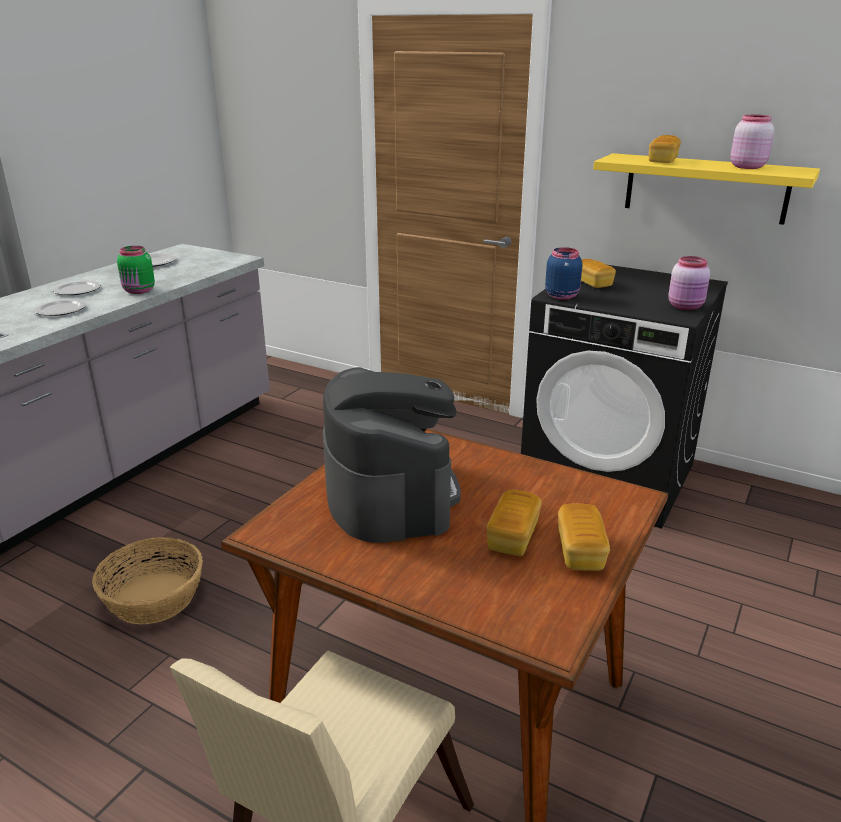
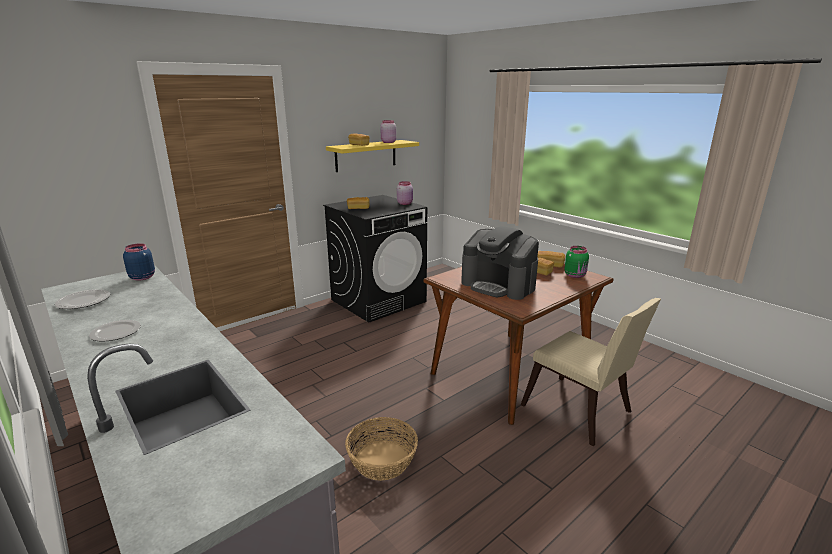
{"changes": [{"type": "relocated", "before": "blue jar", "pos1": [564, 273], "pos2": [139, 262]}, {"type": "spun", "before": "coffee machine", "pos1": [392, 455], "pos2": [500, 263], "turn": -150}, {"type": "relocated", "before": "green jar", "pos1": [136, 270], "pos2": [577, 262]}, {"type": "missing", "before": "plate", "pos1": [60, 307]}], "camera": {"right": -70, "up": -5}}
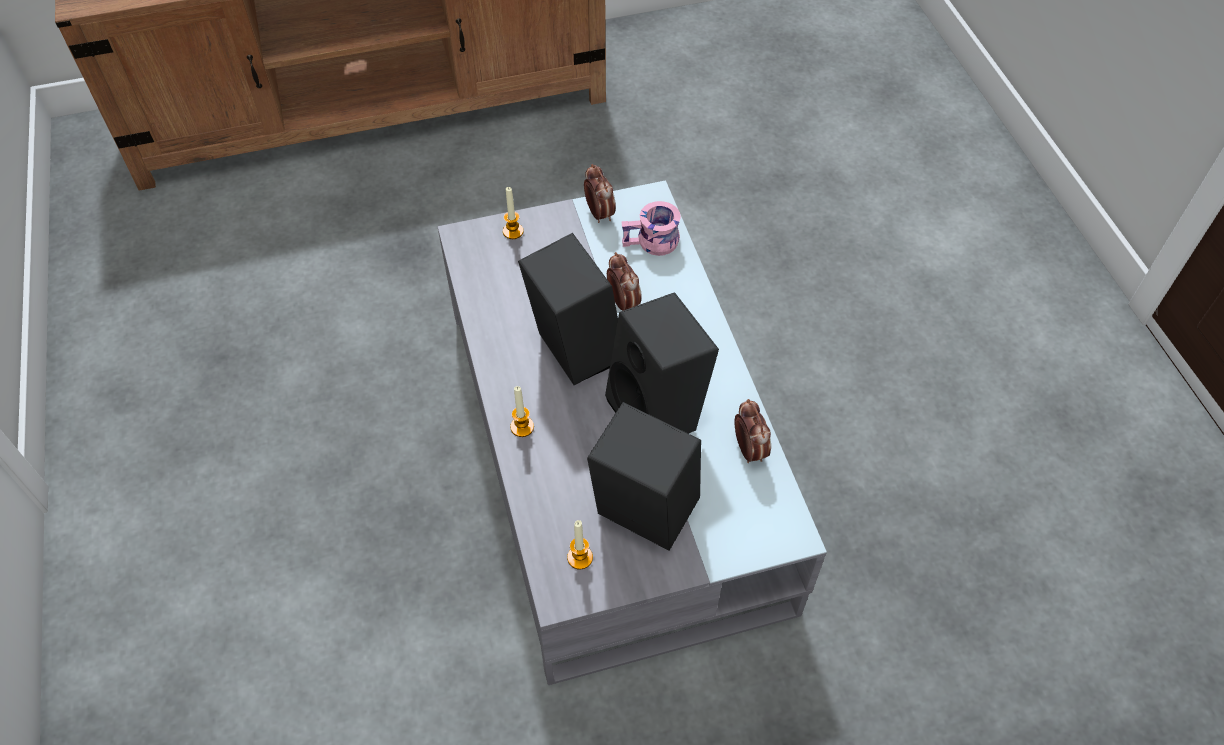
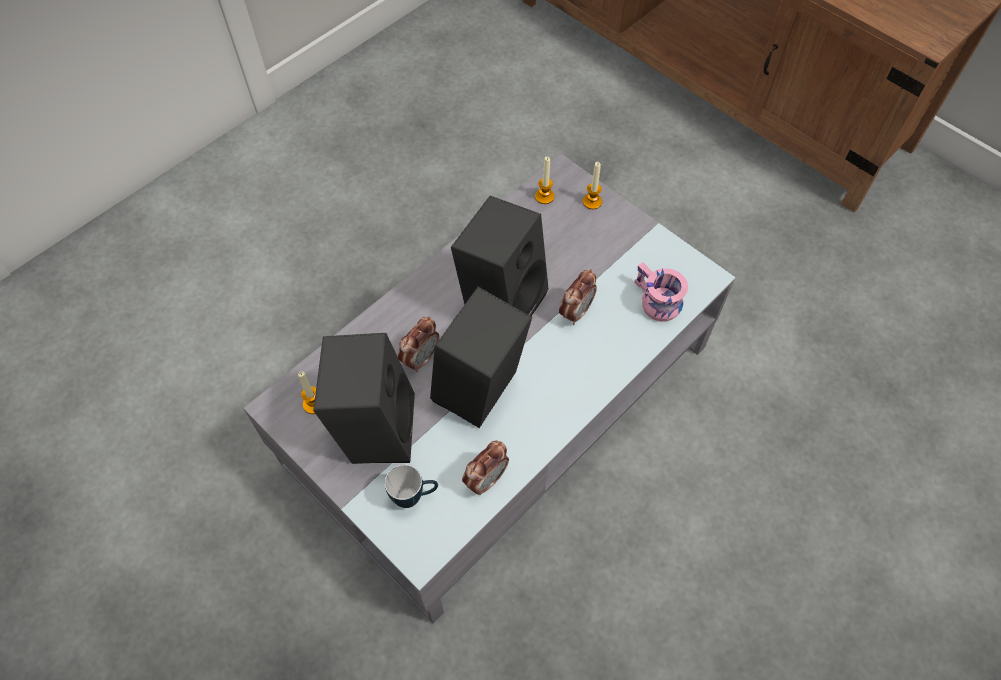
{"changes": [{"type": "appeared", "after": "mug", "pos2": [411, 486]}, {"type": "relocated", "before": "alarm clock", "pos1": [600, 193], "pos2": [418, 344]}, {"type": "relocated", "before": "candle", "pos1": [522, 411], "pos2": [544, 180]}], "camera": {"right": 60, "up": 5}}
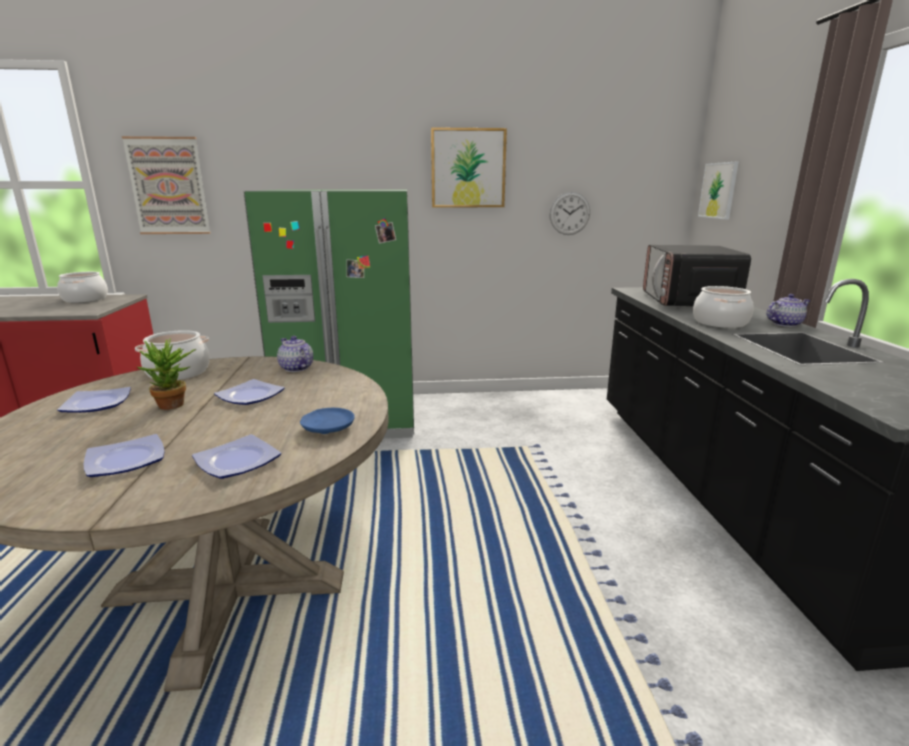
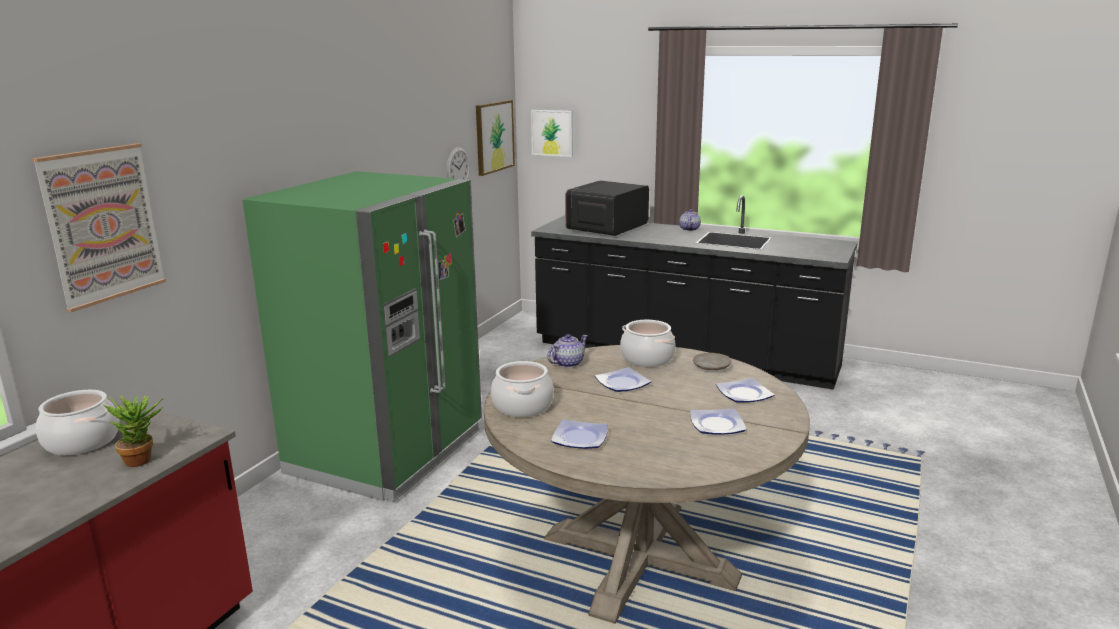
{"changes": [{"type": "relocated", "before": "potted plant", "pos1": [166, 374], "pos2": [133, 431]}, {"type": "relocated", "before": "picture", "pos1": [469, 167], "pos2": [495, 138]}, {"type": "spun", "before": "teapot", "pos1": [295, 354], "pos2": [567, 351], "turn": 150}, {"type": "spun", "before": "microwave", "pos1": [697, 276], "pos2": [607, 208], "turn": 90}, {"type": "relocated", "before": "cooking pot", "pos1": [723, 307], "pos2": [648, 343]}, {"type": "colour", "before": "blue plate", "after": "beige plate", "pos1": [327, 421], "pos2": [712, 361]}], "camera": {"right": -60, "up": 0}}
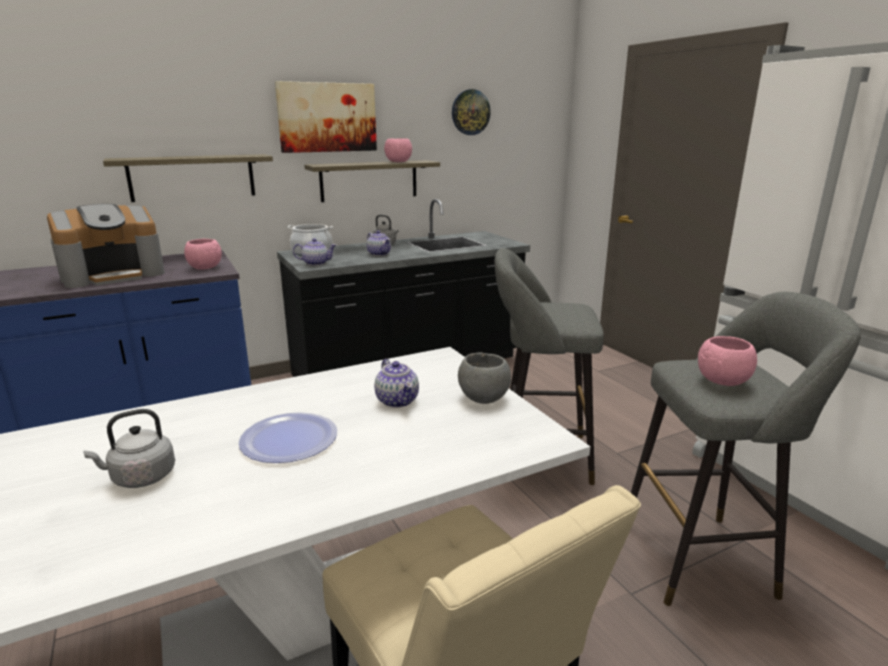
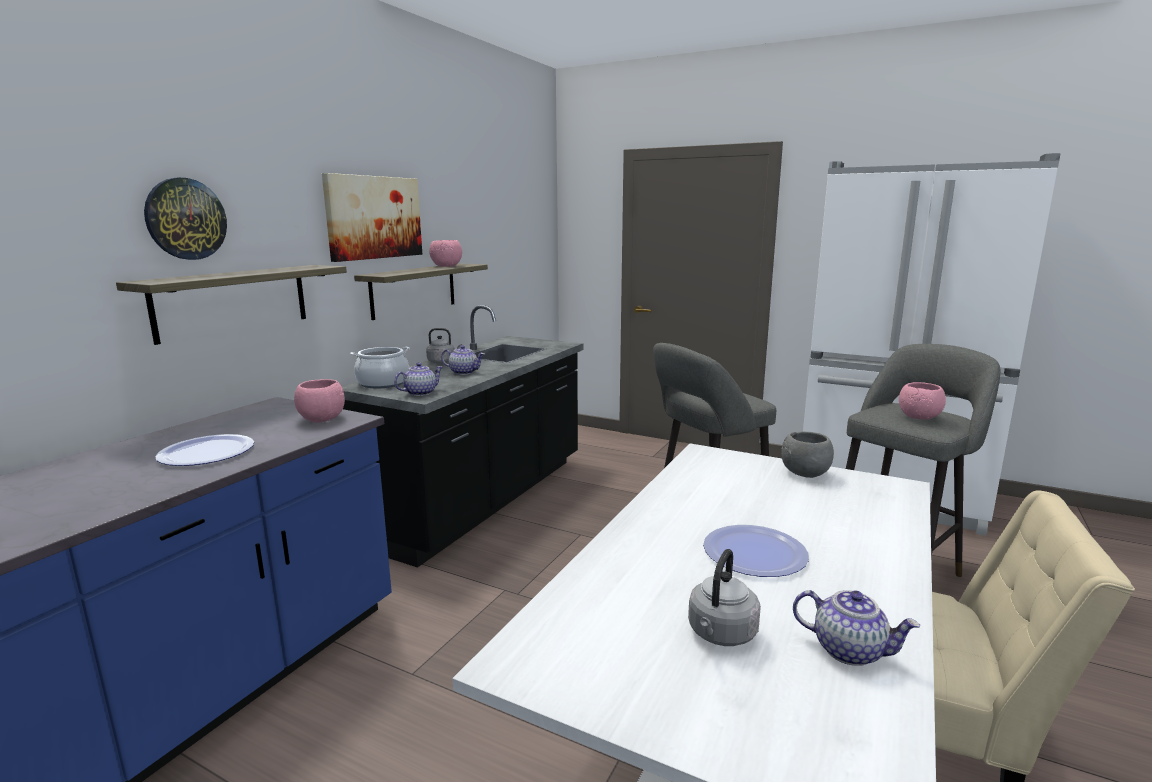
{"changes": [{"type": "relocated", "before": "wall clock", "pos1": [471, 112], "pos2": [185, 219]}, {"type": "exchanged", "before": "coffee machine", "after": "plate", "pos1": [106, 246], "pos2": [204, 450]}, {"type": "relocated", "before": "teapot", "pos1": [396, 383], "pos2": [856, 628]}], "camera": {"right": -35, "up": -5}}
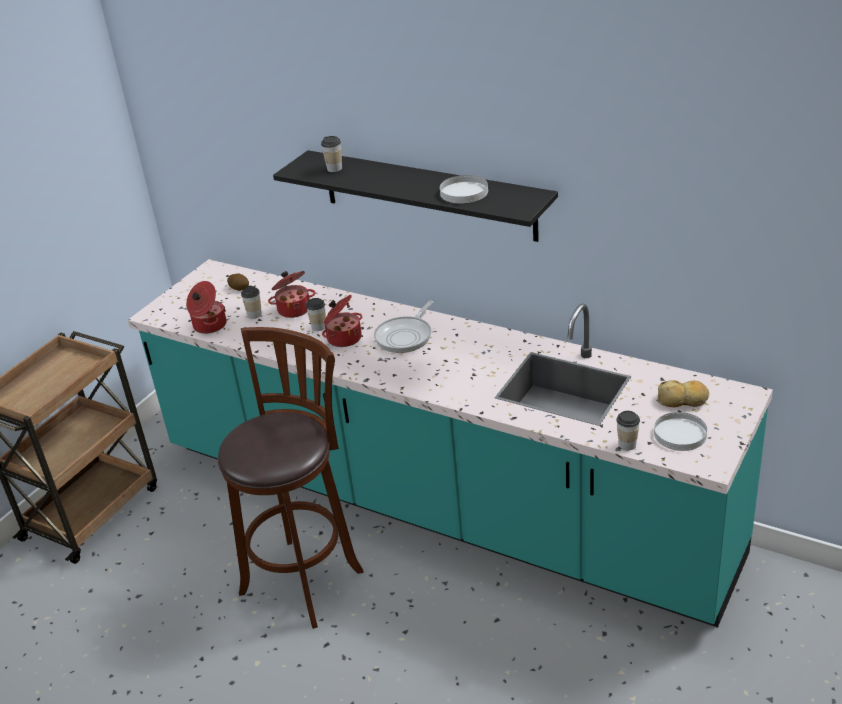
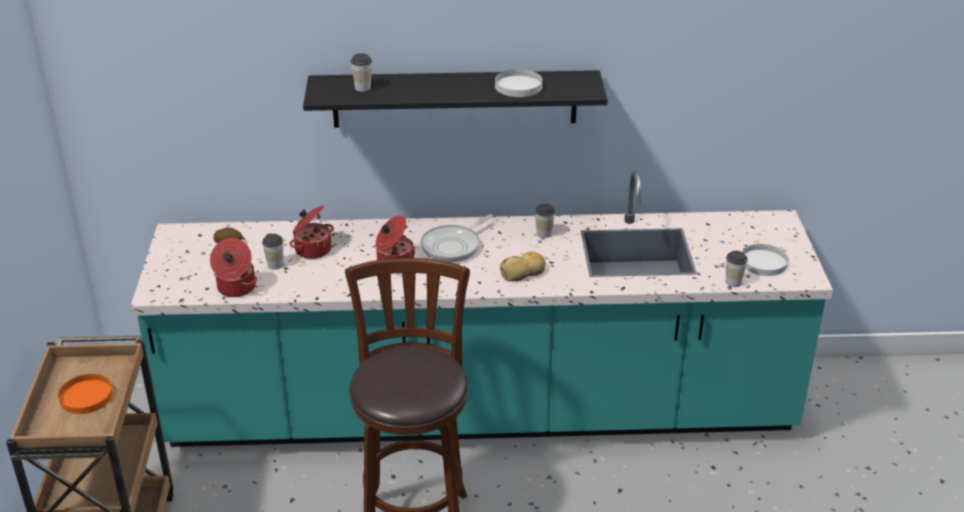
{"changes": [{"type": "appeared", "after": "orange plate", "pos2": [85, 394]}, {"type": "spun", "before": "frying pan", "pos1": [403, 327], "pos2": [457, 238], "turn": 45}, {"type": "relocated", "before": "bread", "pos1": [683, 393], "pos2": [523, 266]}, {"type": "relocated", "before": "cup", "pos1": [316, 314], "pos2": [545, 221]}], "camera": {"right": -35, "up": 0}}
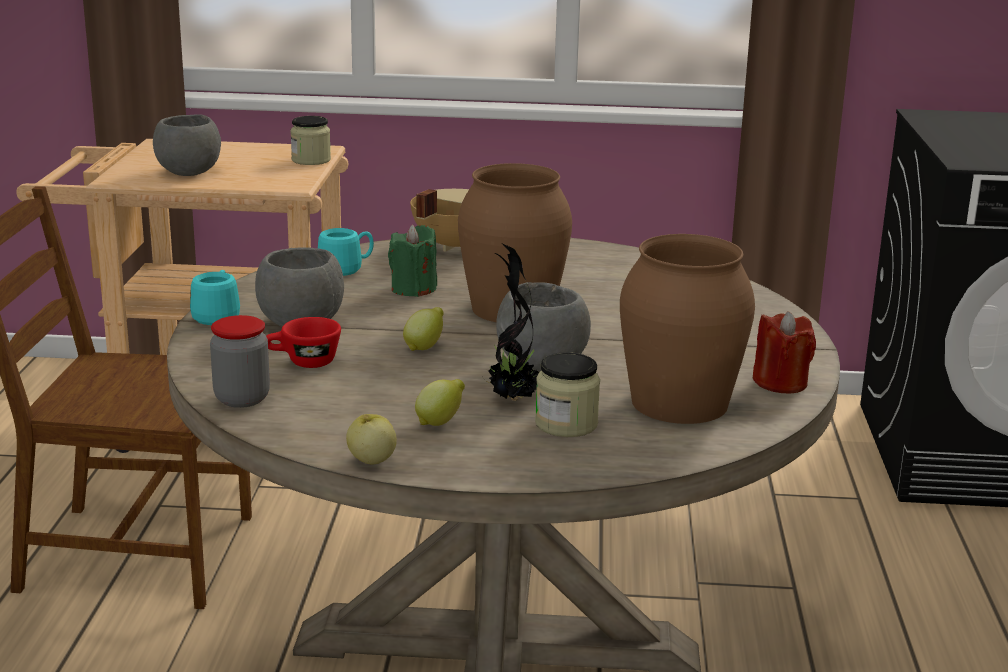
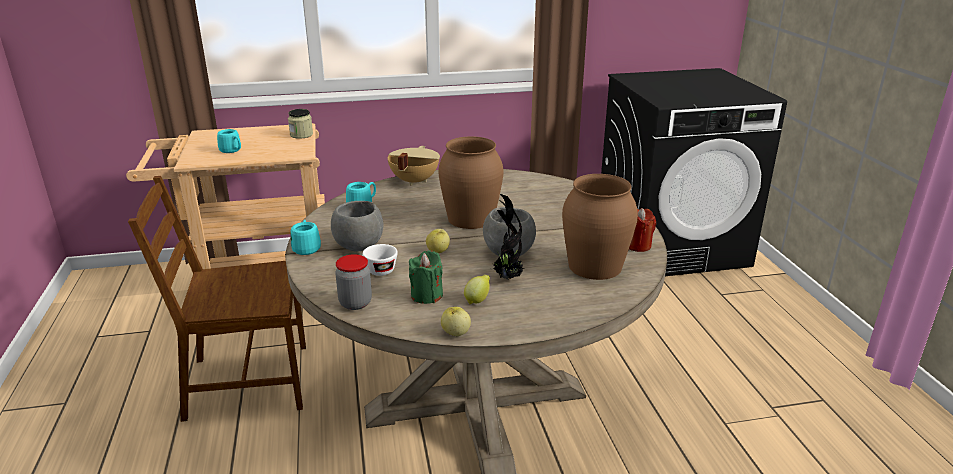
{"changes": [{"type": "exchanged", "before": "grey bowl", "after": "turquoise mug", "pos1": [187, 145], "pos2": [229, 141]}, {"type": "colour", "before": "red cup", "after": "white cup", "pos1": [303, 342], "pos2": [380, 260]}, {"type": "relocated", "before": "green candle", "pos1": [412, 261], "pos2": [426, 277]}, {"type": "exchanged", "before": "lemon", "after": "apple", "pos1": [423, 329], "pos2": [438, 241]}, {"type": "missing", "before": "jar", "pos1": [567, 394]}], "camera": {"right": -15, "up": 5}}
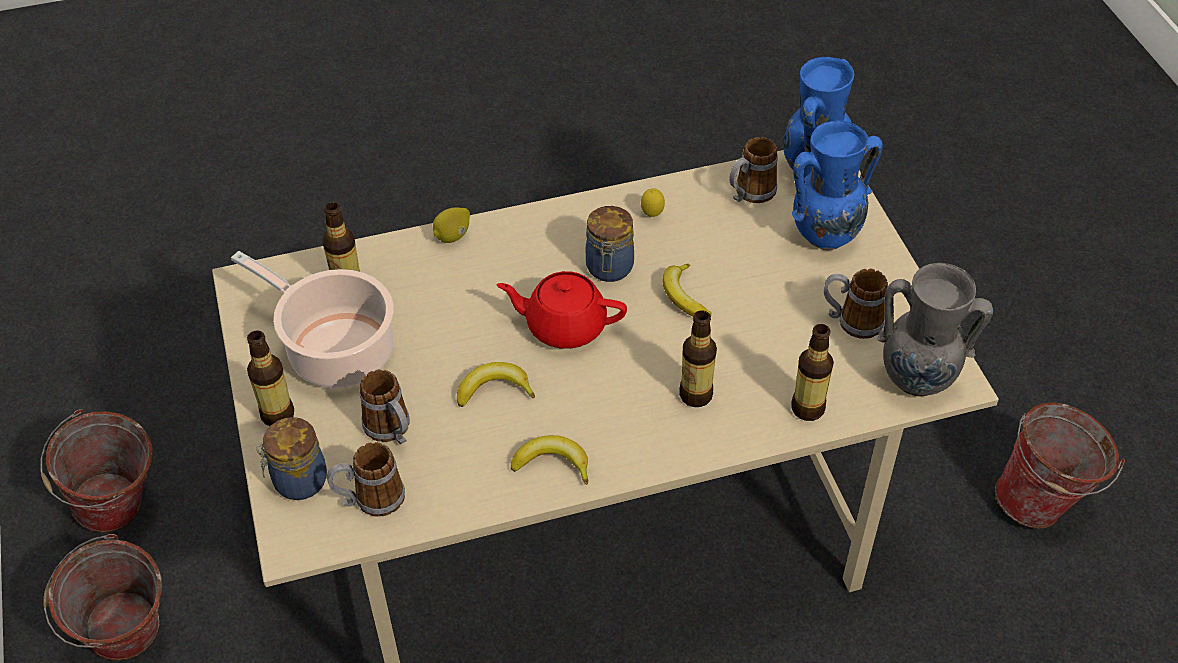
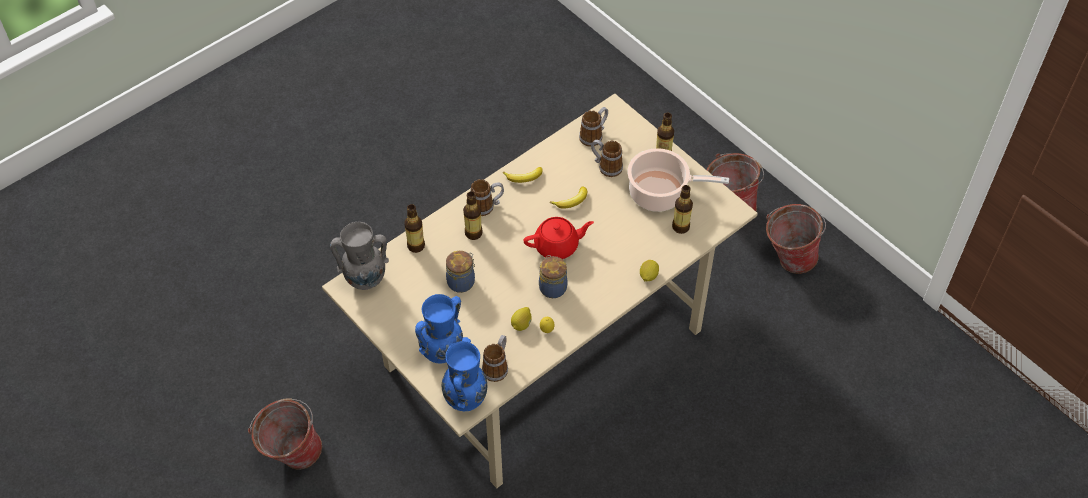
{"changes": [{"type": "relocated", "before": "jar", "pos1": [291, 458], "pos2": [460, 272]}, {"type": "relocated", "before": "mug", "pos1": [856, 303], "pos2": [487, 197]}, {"type": "appeared", "after": "lemon", "pos2": [521, 319]}, {"type": "missing", "before": "banana", "pos1": [687, 290]}], "camera": {"right": 155, "up": 5}}
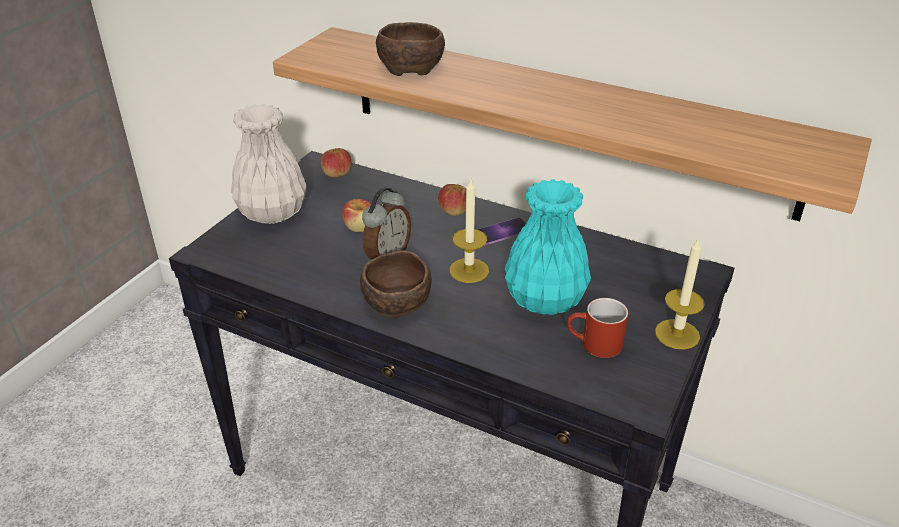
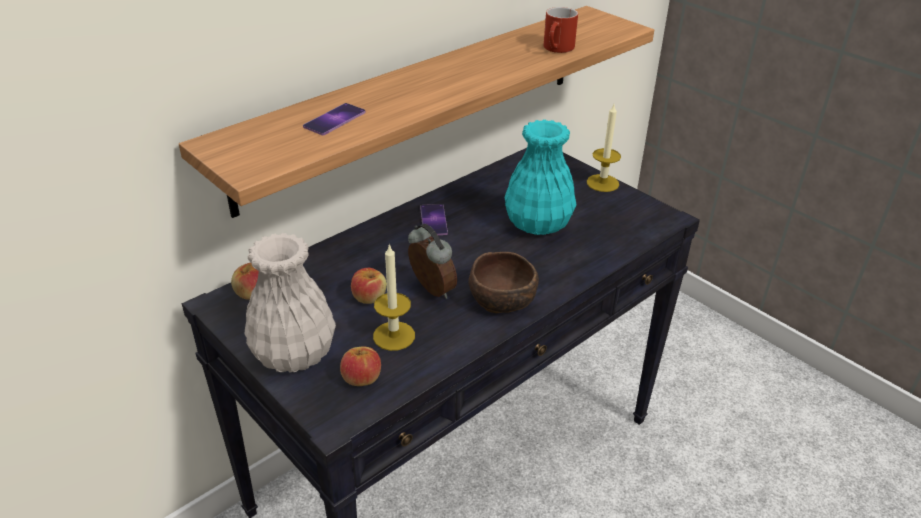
{"changes": [{"type": "exchanged", "before": "brown bowl", "after": "phone", "pos1": [410, 49], "pos2": [334, 119]}, {"type": "relocated", "before": "apple", "pos1": [452, 200], "pos2": [360, 366]}, {"type": "relocated", "before": "candle", "pos1": [469, 231], "pos2": [394, 297]}, {"type": "relocated", "before": "red mug", "pos1": [597, 328], "pos2": [561, 30]}], "camera": {"right": -70, "up": 0}}
